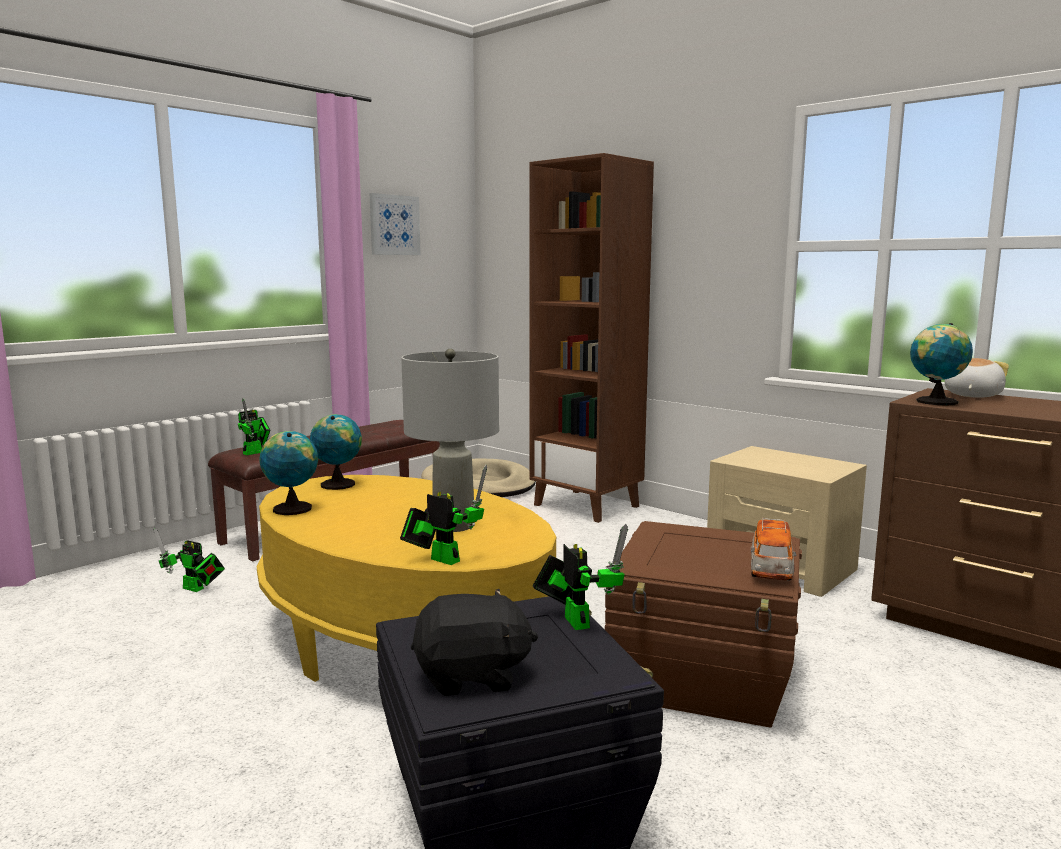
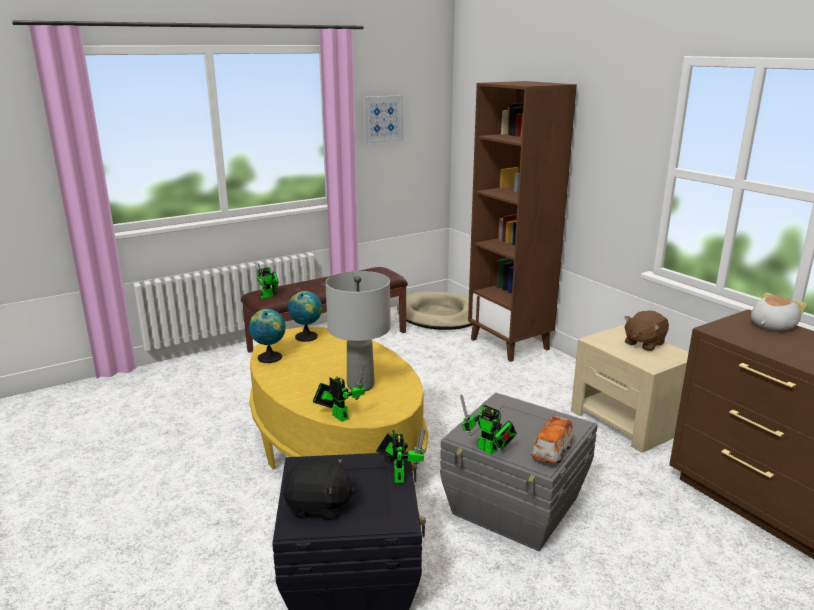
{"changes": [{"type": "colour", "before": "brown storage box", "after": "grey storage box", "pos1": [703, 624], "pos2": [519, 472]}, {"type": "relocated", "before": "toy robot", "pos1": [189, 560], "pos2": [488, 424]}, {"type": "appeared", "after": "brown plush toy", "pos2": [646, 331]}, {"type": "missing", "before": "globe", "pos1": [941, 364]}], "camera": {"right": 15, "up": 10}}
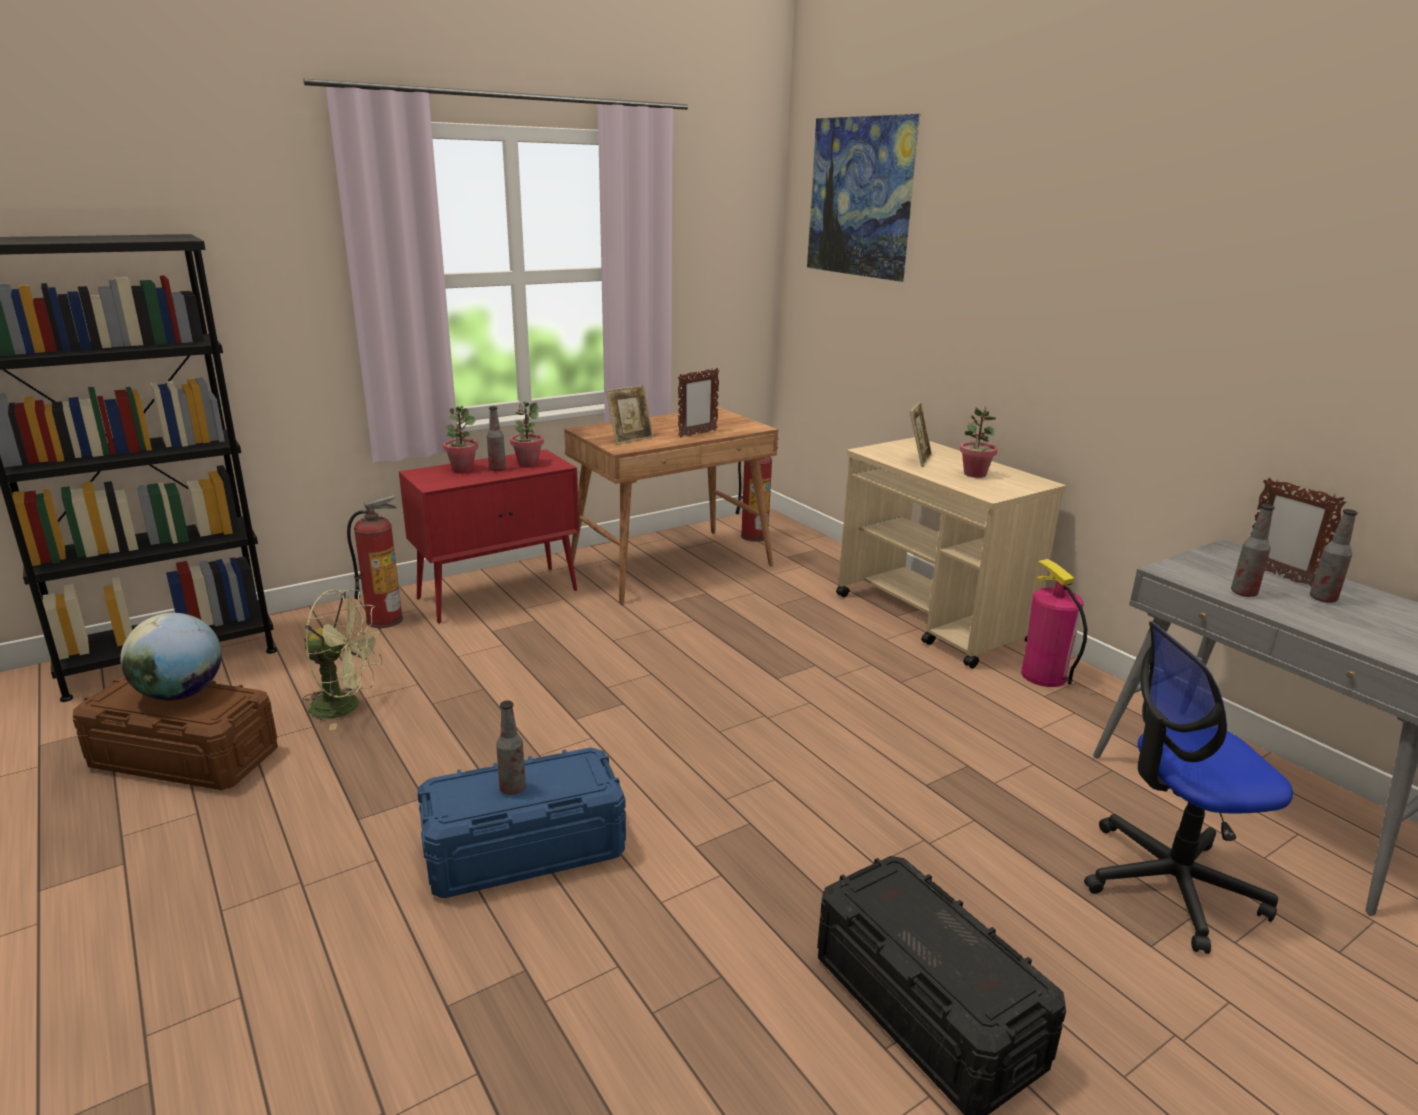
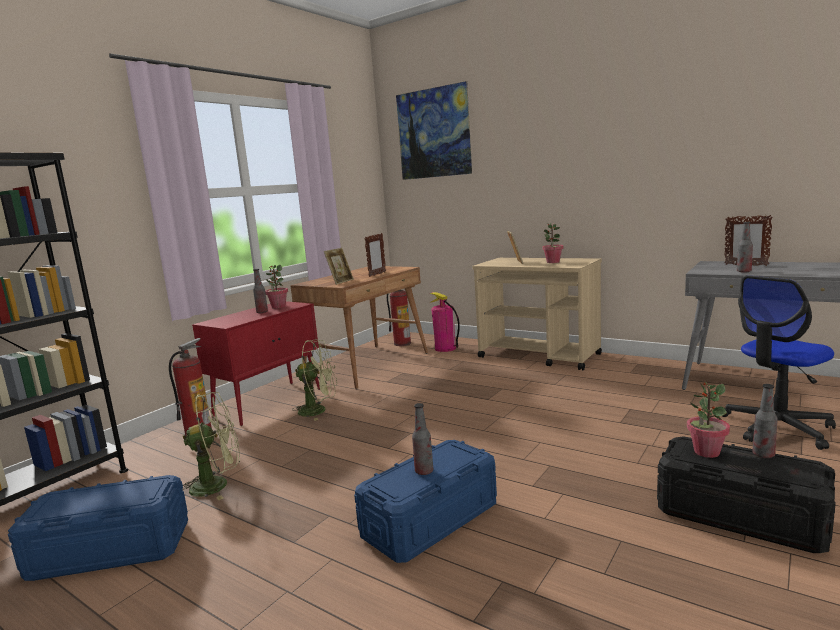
{"changes": [{"type": "colour", "before": "brown storage box", "after": "blue storage box", "pos1": [175, 733], "pos2": [98, 528]}, {"type": "appeared", "after": "green fan", "pos2": [314, 380]}, {"type": "relocated", "before": "fire extinguisher", "pos1": [1054, 623], "pos2": [445, 322]}, {"type": "relocated", "before": "potted plant", "pos1": [460, 439], "pos2": [708, 420]}, {"type": "relocated", "before": "bottle", "pos1": [1334, 556], "pos2": [765, 421]}, {"type": "missing", "before": "globe", "pos1": [171, 657]}], "camera": {"right": -20, "up": -10}}
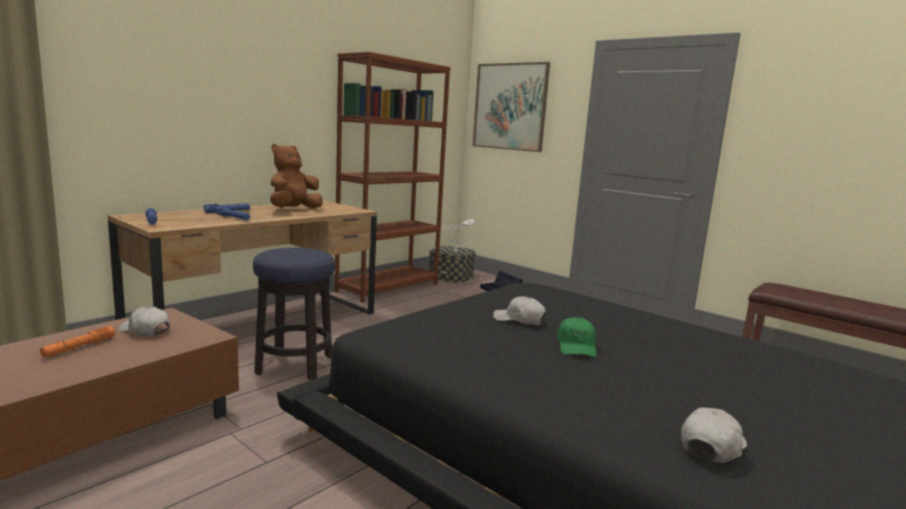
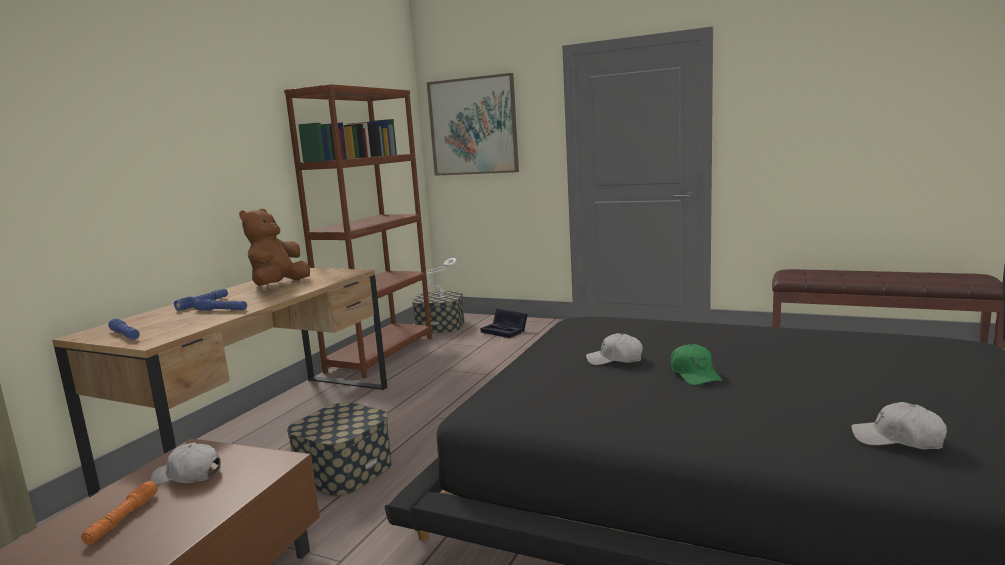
{"changes": [{"type": "exchanged", "before": "stool", "after": "storage box", "pos1": [294, 314], "pos2": [339, 449]}, {"type": "spun", "before": "white cap", "pos1": [714, 435], "pos2": [899, 425], "turn": -90}], "camera": {"right": -15, "up": 0}}
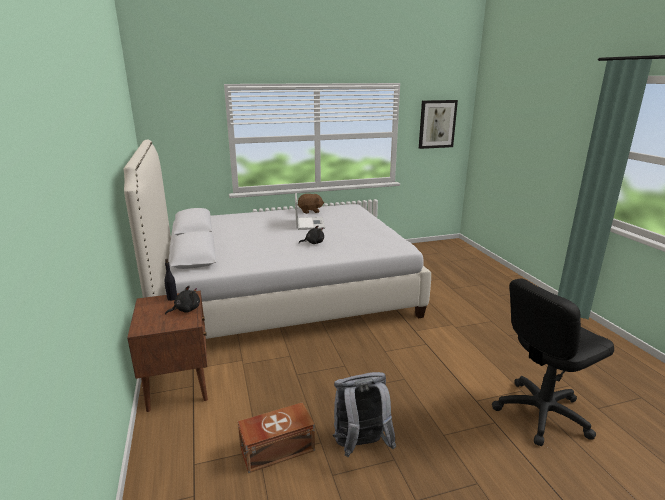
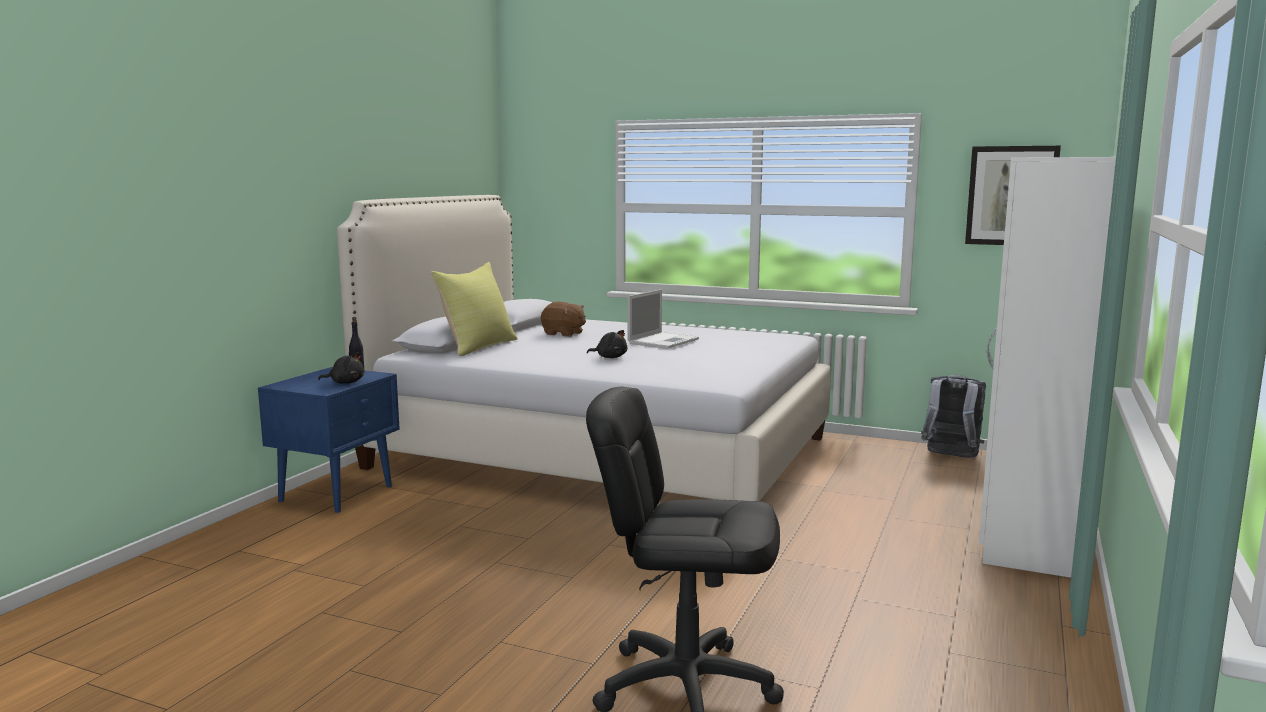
{"changes": [{"type": "colour", "before": "brown nightstand", "after": "blue nightstand", "pos1": [167, 351], "pos2": [329, 440]}, {"type": "appeared", "after": "yellow pillow", "pos2": [474, 309]}, {"type": "relocated", "before": "brown plush toy", "pos1": [311, 204], "pos2": [563, 319]}, {"type": "relocated", "before": "grey backpack", "pos1": [364, 414], "pos2": [953, 416]}, {"type": "appeared", "after": "white wardrobe", "pos2": [1047, 367]}, {"type": "missing", "before": "brown storage box", "pos1": [276, 437]}], "camera": {"right": 40, "up": -10}}
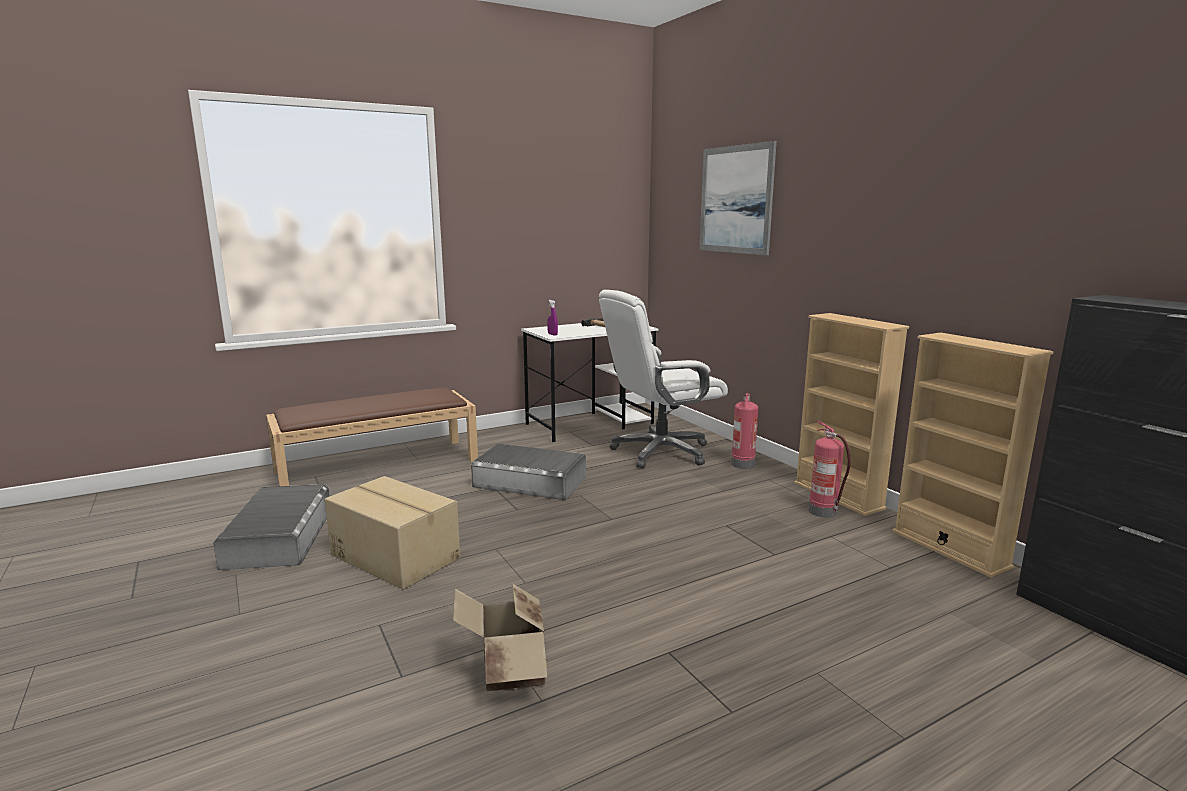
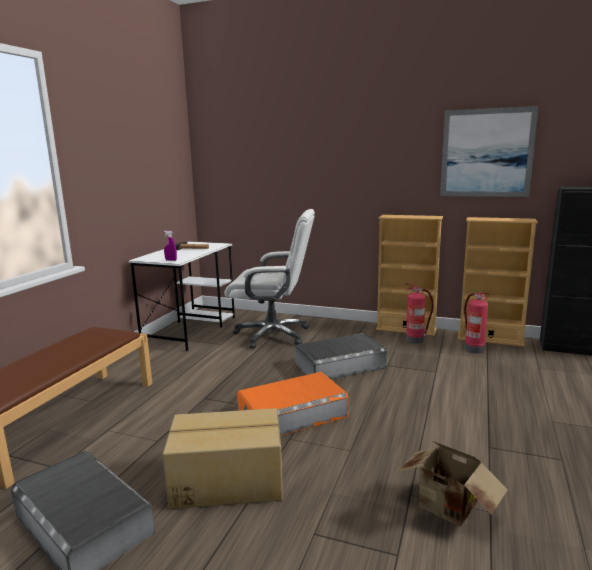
{"changes": [{"type": "spun", "before": "white office chair", "pos1": [663, 379], "pos2": [270, 279], "turn": -105}, {"type": "appeared", "after": "orange storage box", "pos2": [292, 404]}, {"type": "relocated", "before": "grey storage box", "pos1": [528, 472], "pos2": [341, 356]}, {"type": "relocated", "before": "picture", "pos1": [738, 198], "pos2": [489, 151]}, {"type": "relocated", "before": "fire extinguisher", "pos1": [744, 431], "pos2": [476, 323]}], "camera": {"right": -40, "up": 0}}
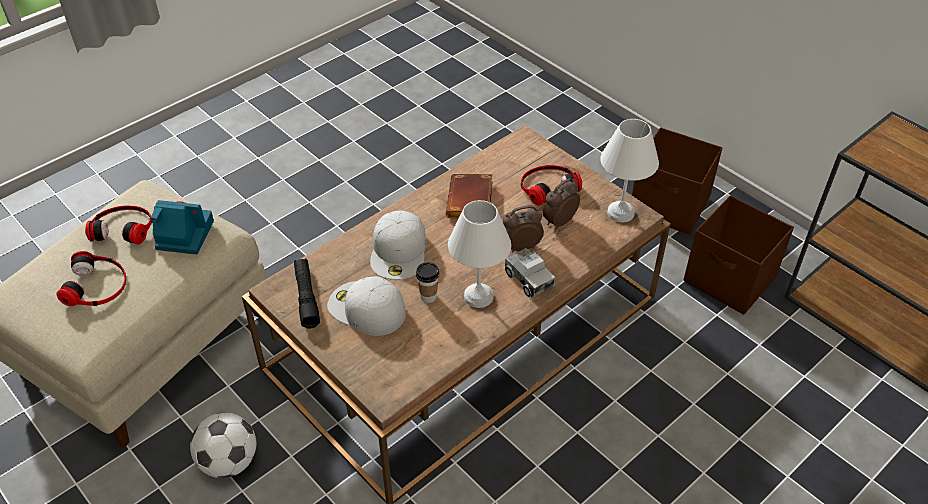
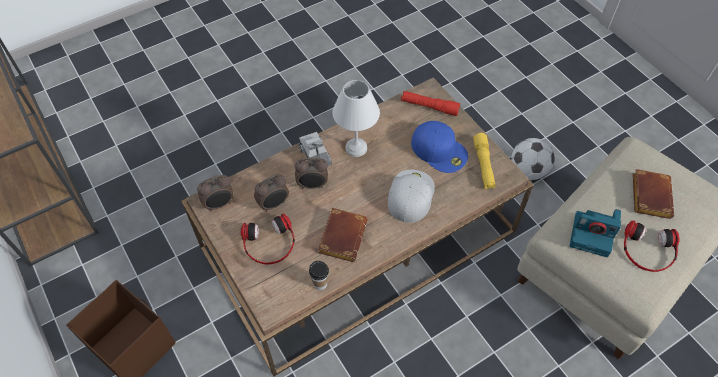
{"changes": [{"type": "exchanged", "before": "white table lamp", "after": "alarm clock", "pos1": [629, 171], "pos2": [215, 193]}, {"type": "relocated", "before": "cup", "pos1": [427, 282], "pos2": [319, 275]}, {"type": "appeared", "after": "red flashlight", "pos2": [430, 103]}, {"type": "colour", "before": "white cap", "after": "blue cap", "pos1": [366, 306], "pos2": [439, 147]}, {"type": "colour", "before": "black flashlight", "after": "yellow flashlight", "pos1": [307, 293], "pos2": [484, 161]}, {"type": "exchanged", "before": "headphones", "after": "brown book", "pos1": [91, 278], "pos2": [653, 194]}, {"type": "missing", "before": "brown storage box", "pos1": [739, 255]}], "camera": {"right": -170, "up": 10}}
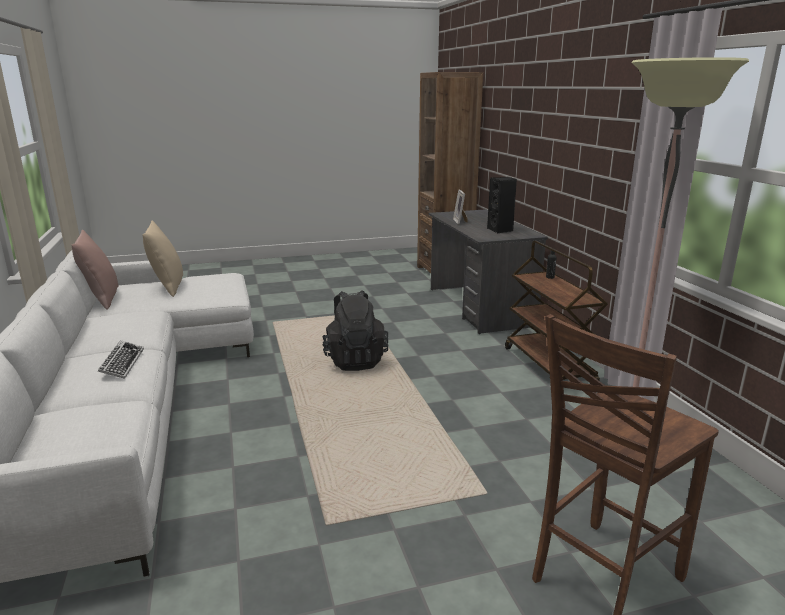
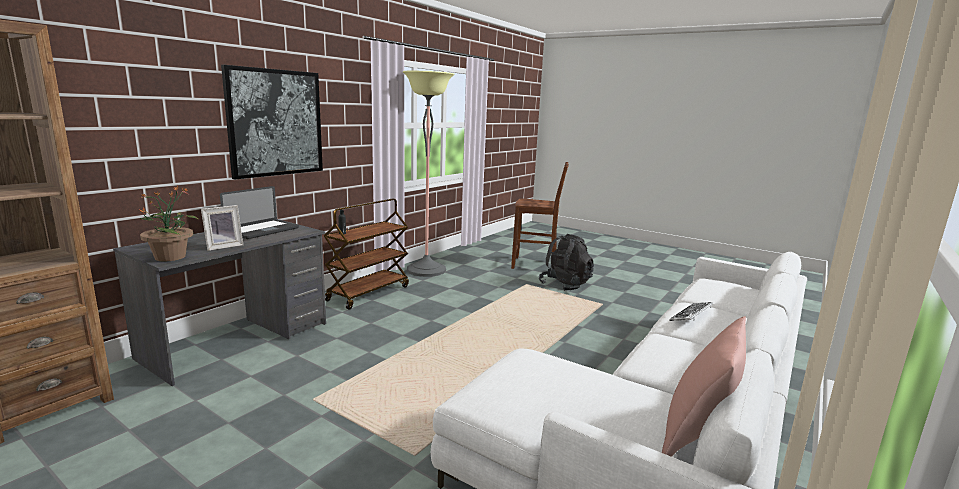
{"changes": [{"type": "appeared", "after": "potted plant", "pos2": [169, 223]}, {"type": "exchanged", "before": "black speaker", "after": "laptop", "pos1": [502, 205], "pos2": [259, 212]}, {"type": "appeared", "after": "picture", "pos2": [272, 122]}, {"type": "relocated", "before": "black backpack", "pos1": [355, 330], "pos2": [566, 262]}, {"type": "missing", "before": "beige pillow", "pos1": [163, 259]}], "camera": {"right": -130, "up": -5}}
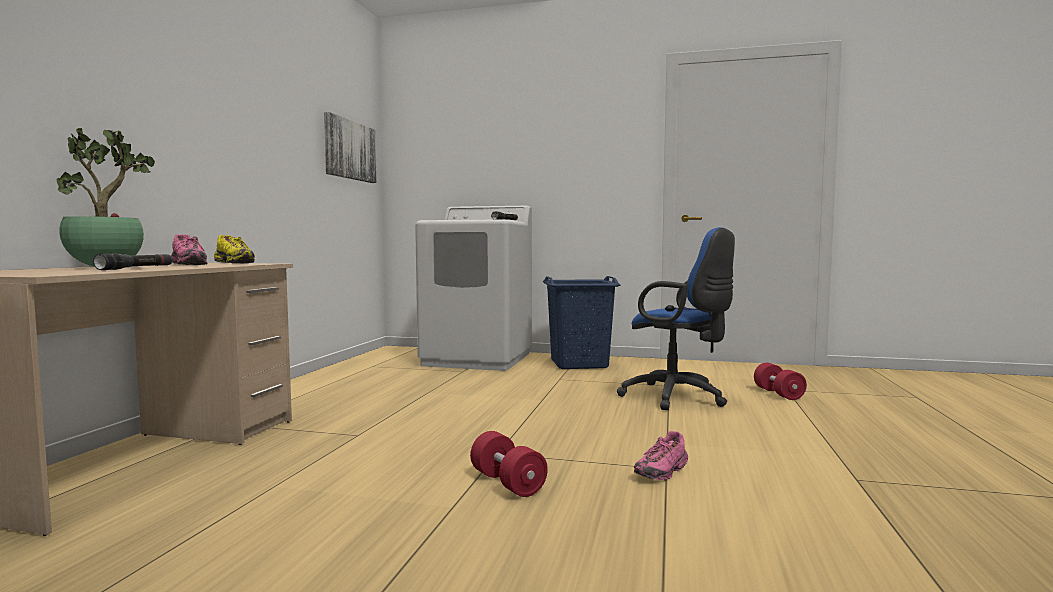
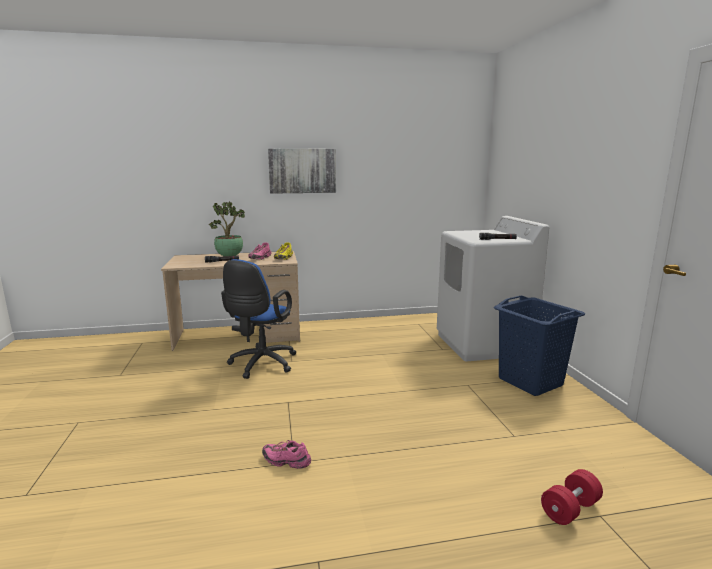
{"changes": [{"type": "relocated", "before": "blue office chair", "pos1": [676, 318], "pos2": [258, 319]}, {"type": "relocated", "before": "picture", "pos1": [350, 147], "pos2": [302, 171]}, {"type": "missing", "before": "red dumbbell", "pos1": [509, 464]}], "camera": {"right": 65, "up": 10}}
